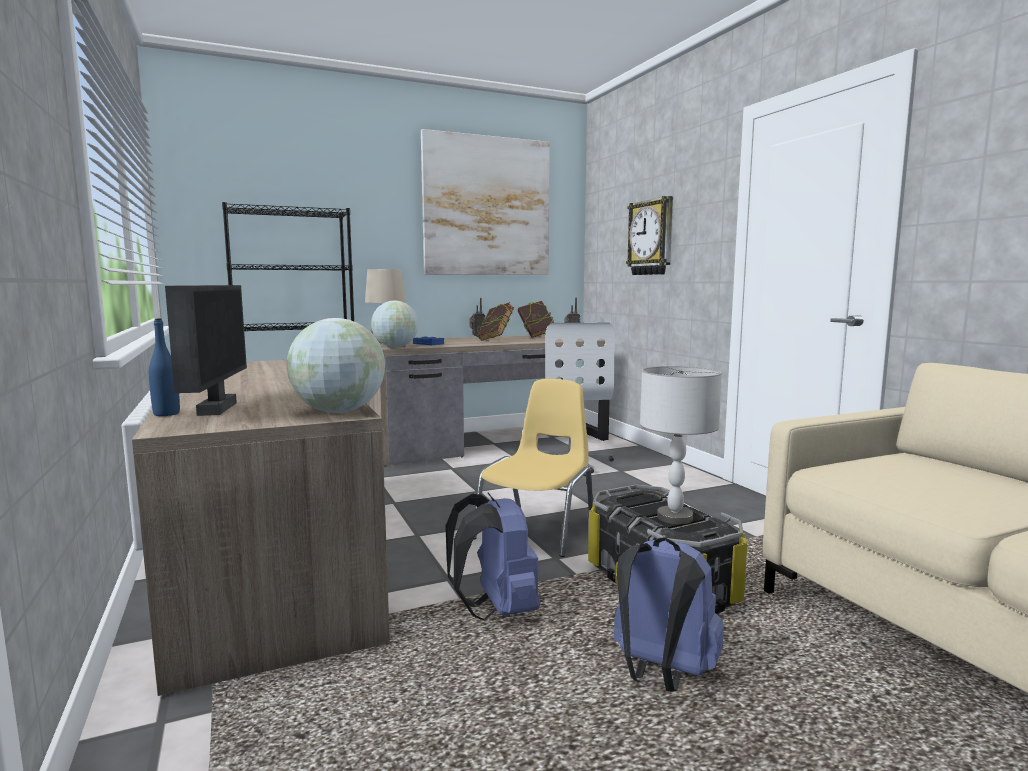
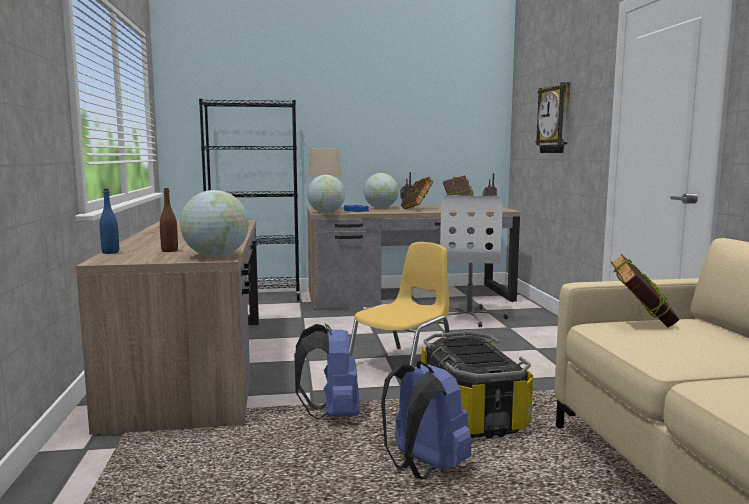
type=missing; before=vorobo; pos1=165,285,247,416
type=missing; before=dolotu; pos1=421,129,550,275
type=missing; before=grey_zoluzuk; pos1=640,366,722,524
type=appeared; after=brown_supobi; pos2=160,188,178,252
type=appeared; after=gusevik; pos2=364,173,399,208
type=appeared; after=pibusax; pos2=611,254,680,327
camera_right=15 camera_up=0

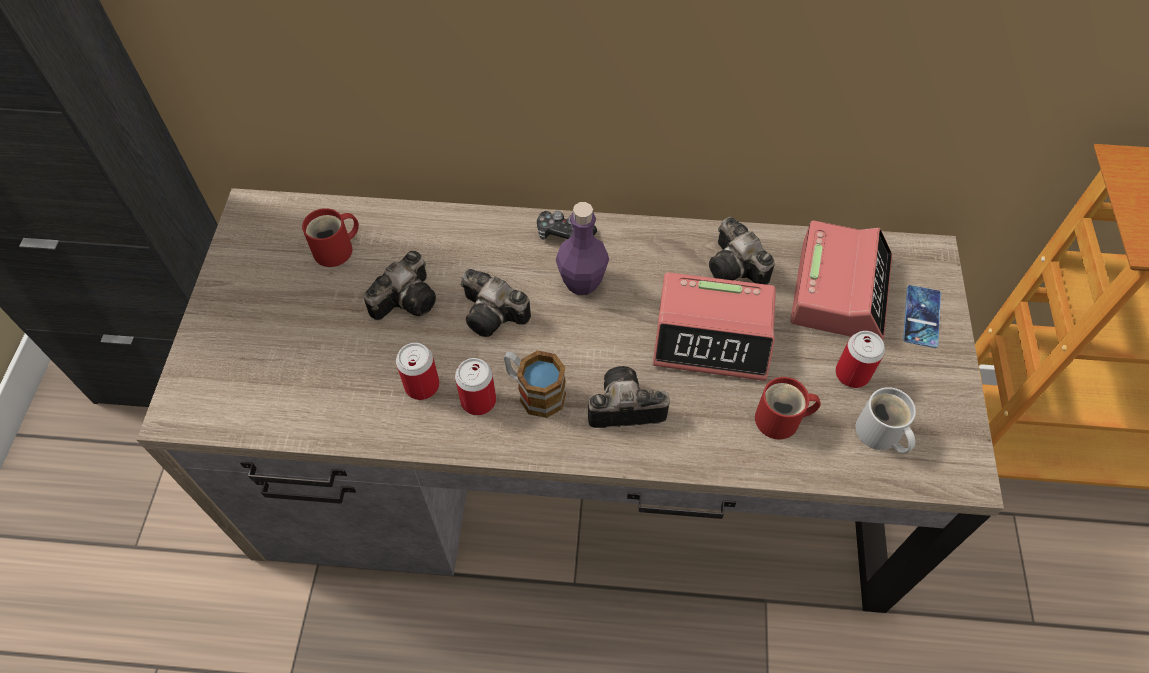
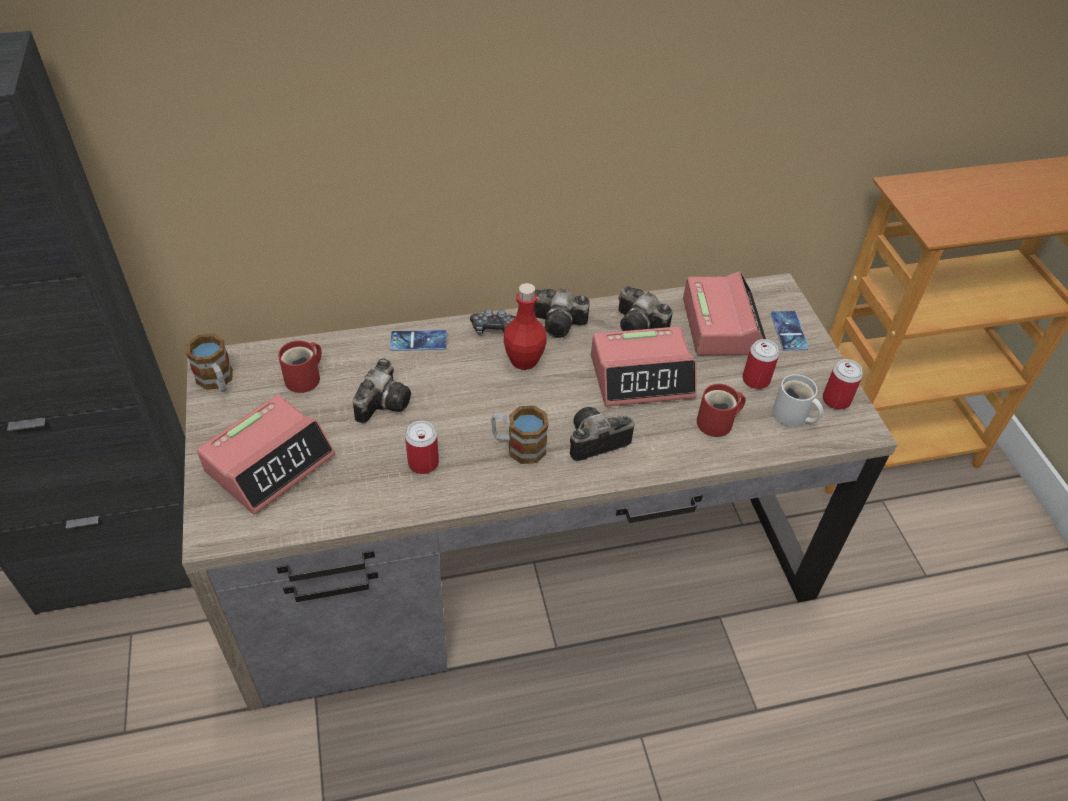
type=appeared; after=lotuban; pos2=186,333,233,392
type=appeared; after=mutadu; pos2=197,395,335,515
type=appeared; after=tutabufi; pos2=390,330,447,351
type=relocated; before=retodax; pos1=455,358,496,415; pos2=822,359,863,410
type=relocated; before=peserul; pos1=461,269,531,337; pos2=534,288,590,338
type=colour; before=purple_supobi; after=red_supobi; pos1=556,202,609,295; pos2=504,283,547,370
camera_right=-20 camera_up=-10

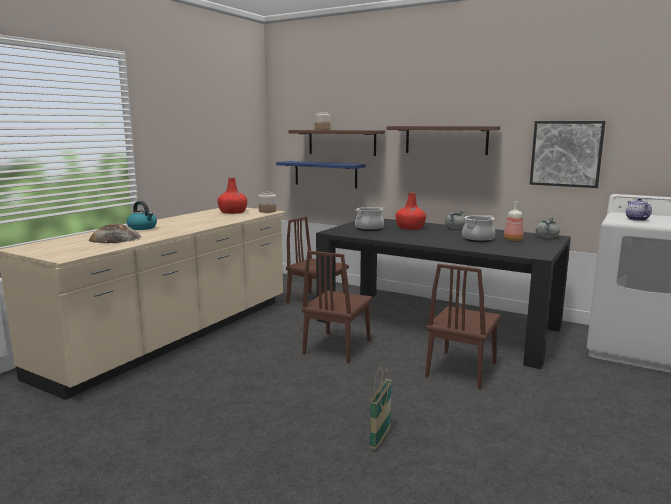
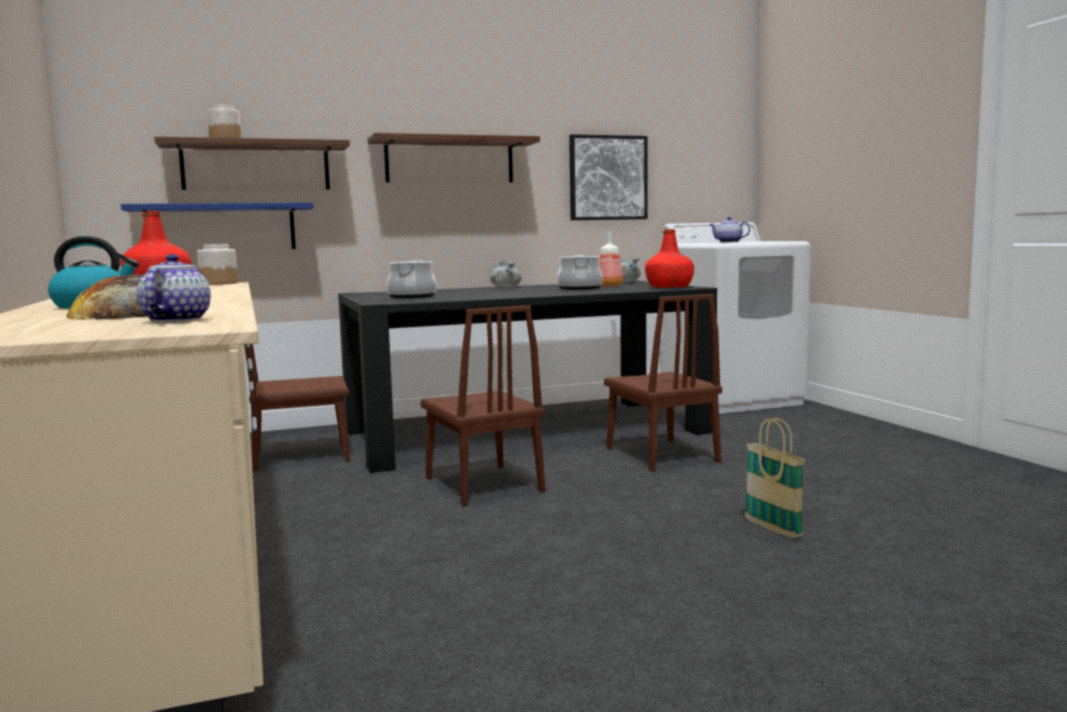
type=appeared; after=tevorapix; pos2=137,254,211,322
type=relocated; before=red_supobi; pos1=396,193,426,230; pos2=645,229,694,288
camera_right=-50 camera_up=-5

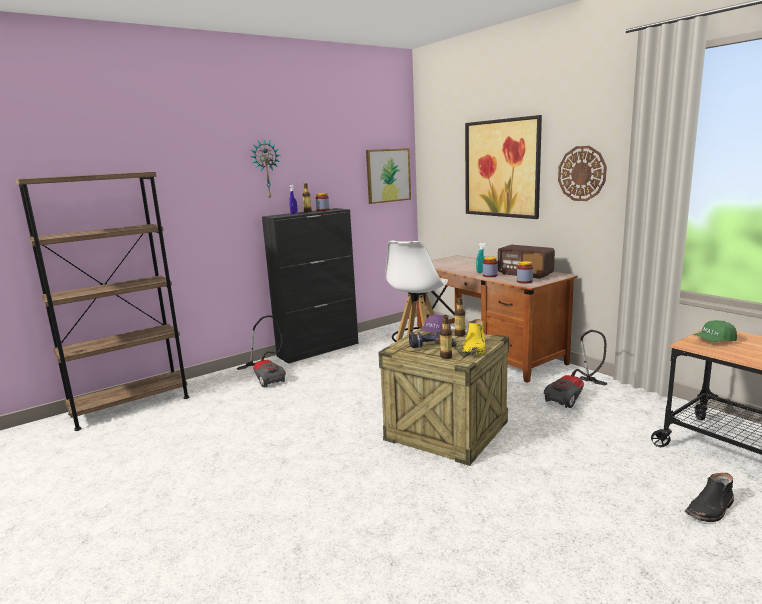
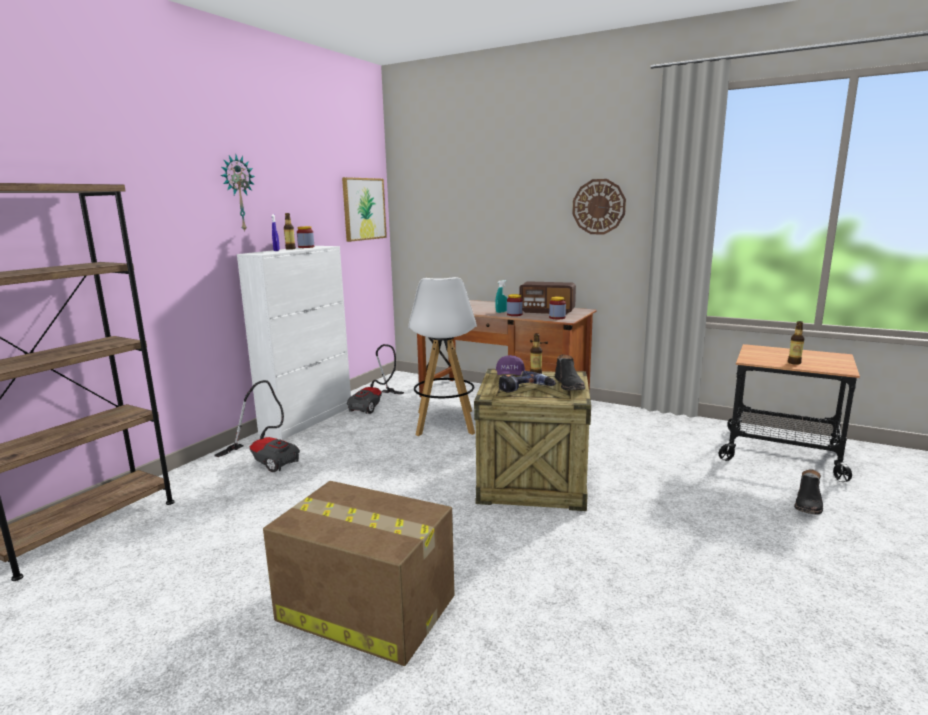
type=missing; before=dolotu; pos1=465,115,542,219
type=missing; before=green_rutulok; pos1=693,320,737,342
type=appeared; after=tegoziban; pos2=263,481,454,666
type=relocated; before=supobi; pos1=440,315,452,359; pos2=788,321,805,365
type=relocated; before=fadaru; pos1=544,330,607,408; pos2=347,344,404,414
type=colour; before=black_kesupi; after=white_kesupi; pos1=262,208,359,364; pos2=237,246,351,440
type=colour; before=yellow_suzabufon; after=black_suzabufon; pos1=462,319,486,354; pos2=555,354,585,390
camera_right=-25 camera_up=0

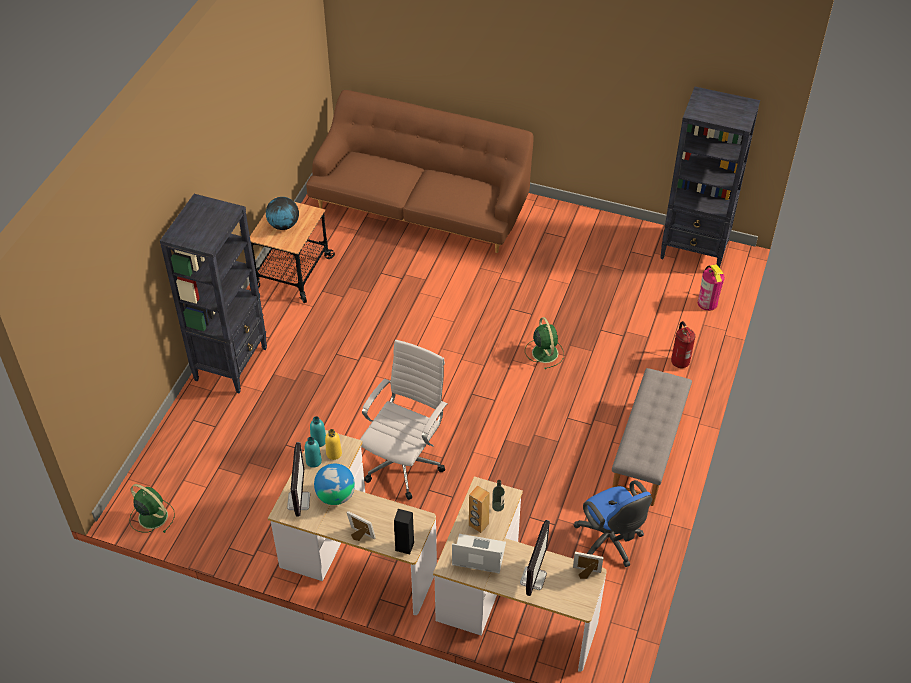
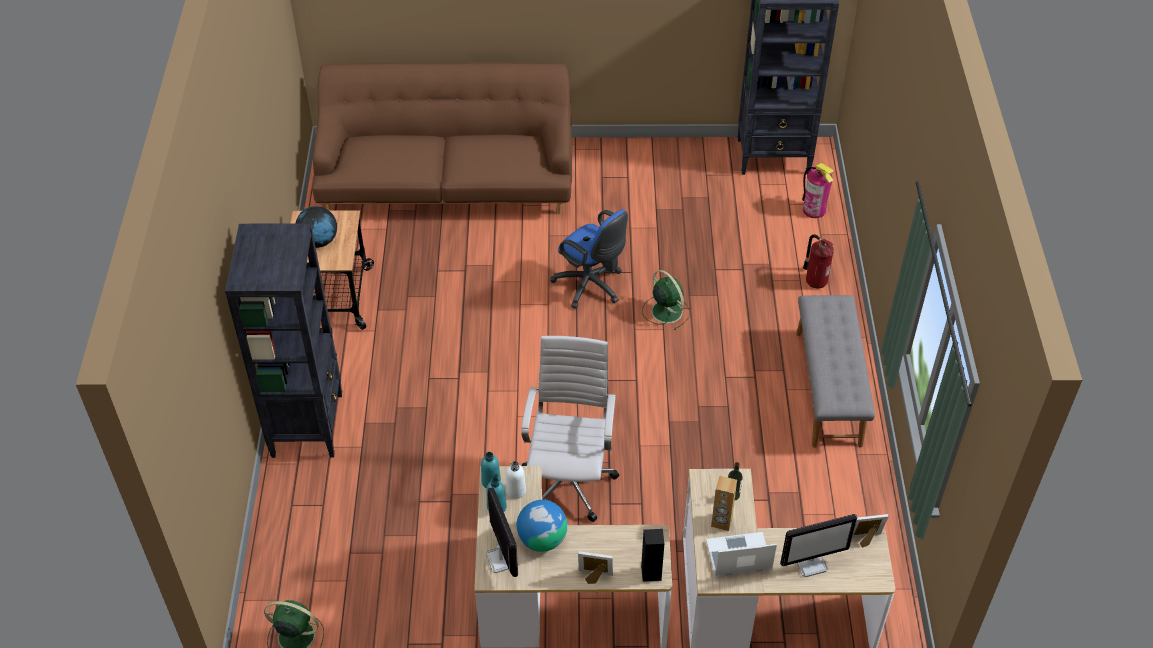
type=relocated; before=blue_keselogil; pos1=573,480,653,567; pos2=550,209,628,309
type=colour; before=yellow_supobi; after=white_supobi; pos1=325,429,342,460; pos2=506,461,526,499
type=spun; before=vorobo; pos1=520,520,550,596; pos2=780,514,857,577; turn=75
camera_right=-20 camera_up=0

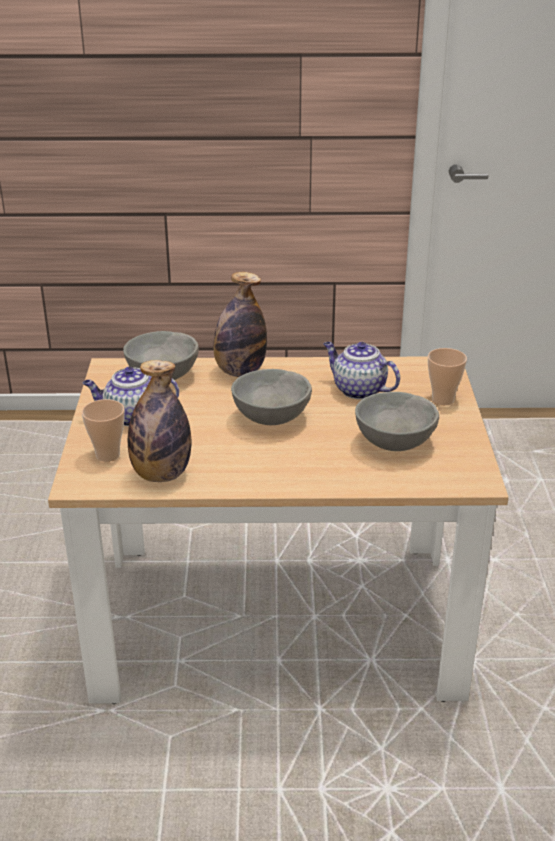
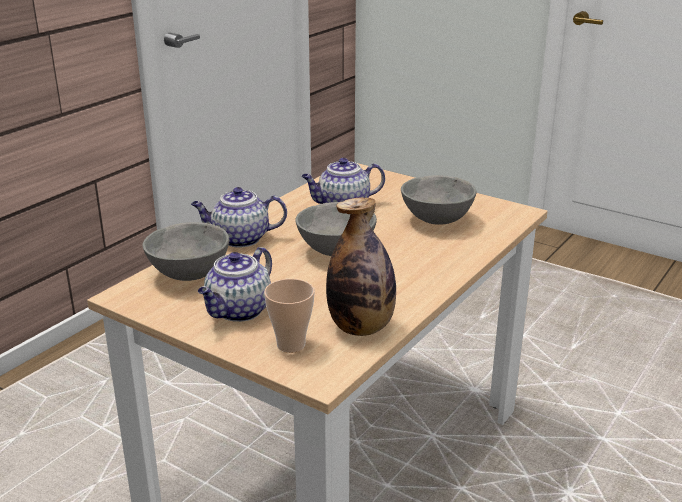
type=missing; before=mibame; pos1=428,348,467,405
type=exchanged; before=supobi; after=tevorapix; pos1=213,272,267,377; pos2=191,187,287,248
camera_right=-55 camera_up=-5

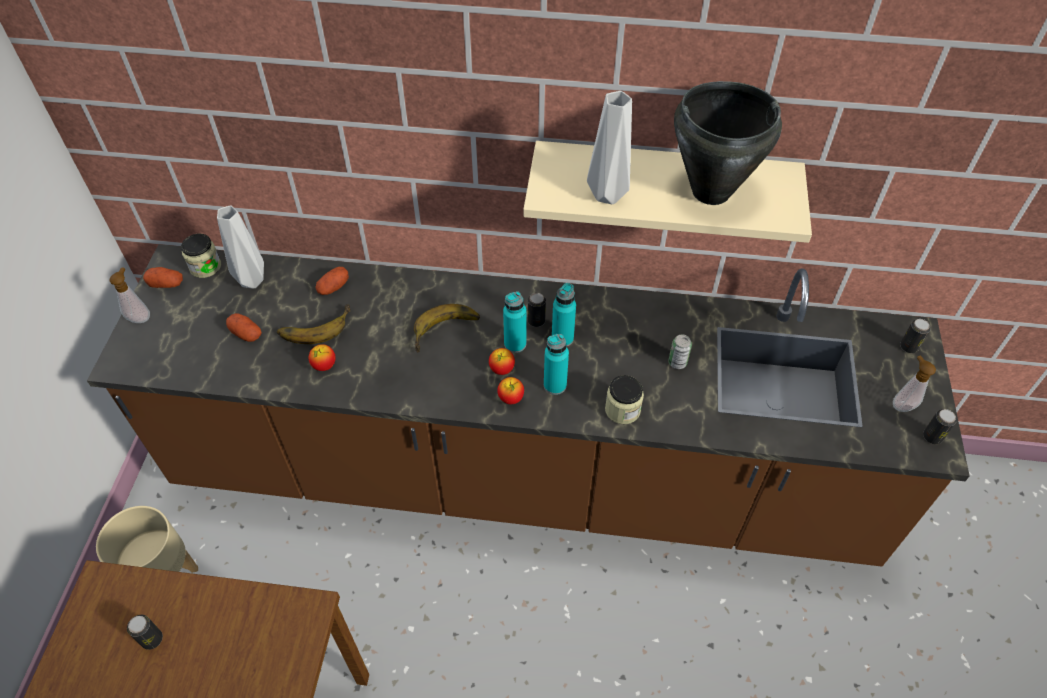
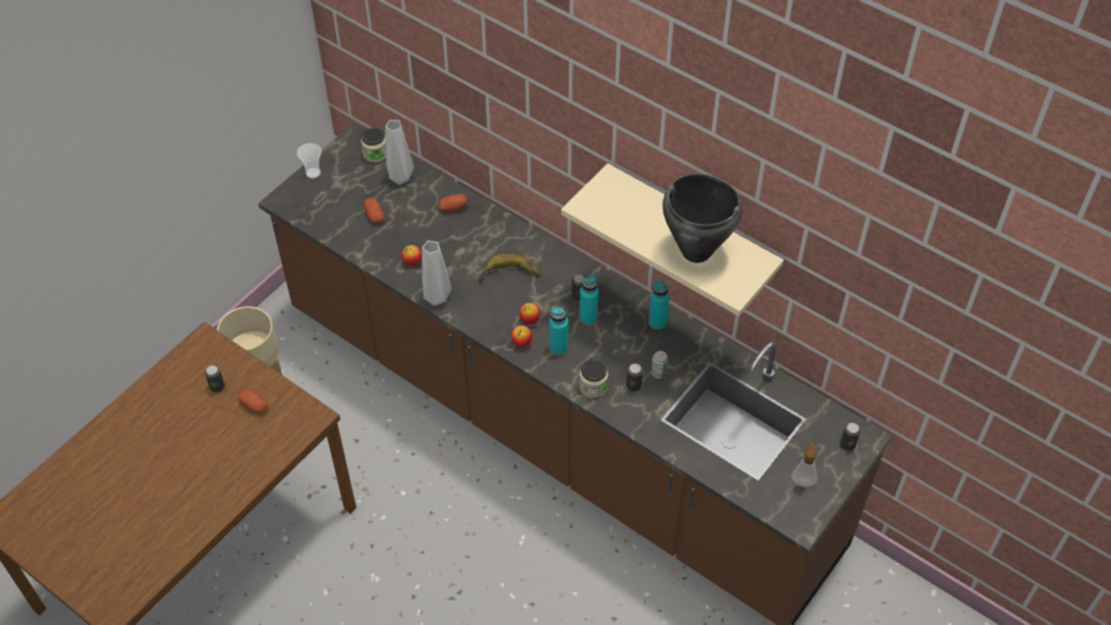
type=missing; before=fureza; pos1=277,304,350,344
type=relocated; before=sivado; pos1=143,267,183,288; pos2=238,389,268,413
type=relocated; before=turquoise_supobi; pos1=503,291,527,353; pos2=649,281,670,329
type=relocated; before=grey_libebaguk; pos1=587,91,632,204; pos2=422,241,451,306
type=relocated; before=retodax; pos1=923,409,957,444; pos2=626,363,643,392
type=exchanged; before=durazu; after=mibame; pos1=109,267,150,323; pos2=297,143,321,178
camera_right=30 camera_up=0

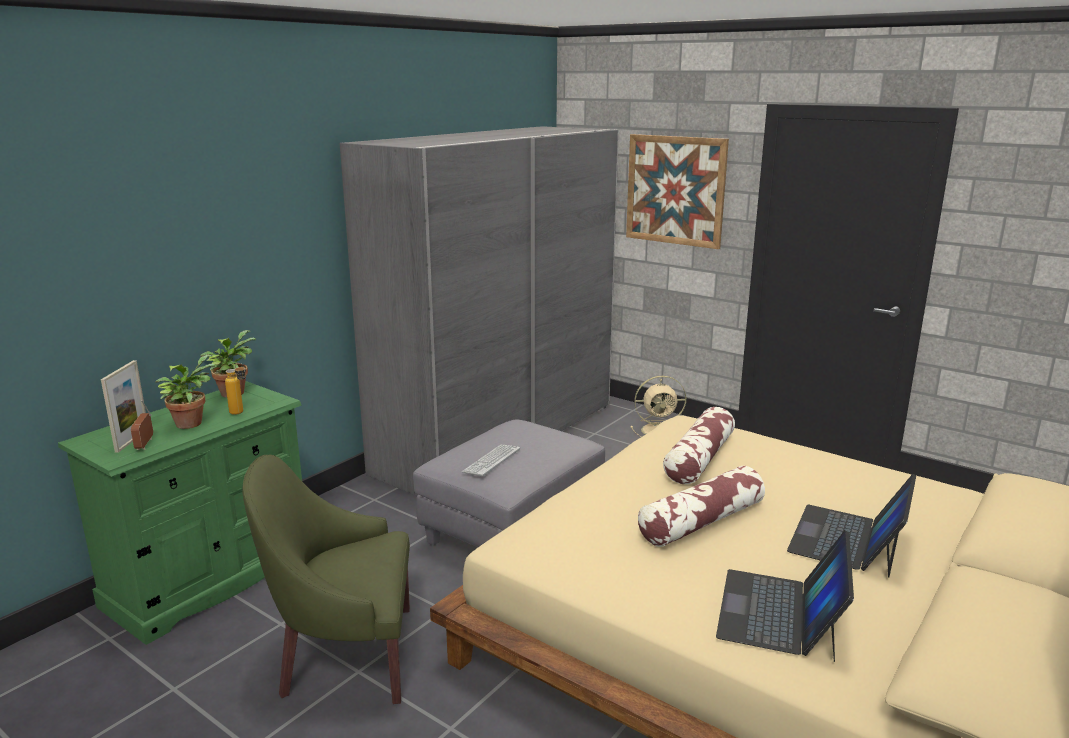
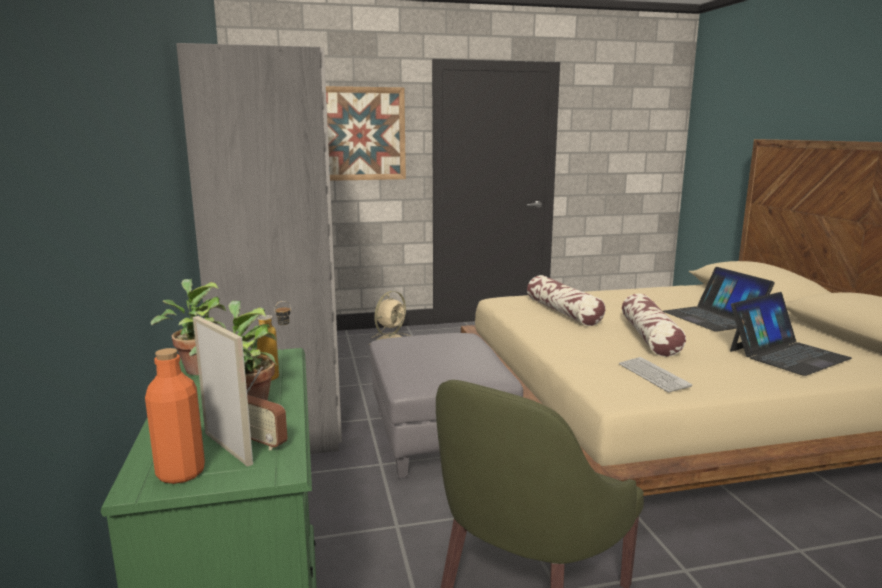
type=appeared; after=orange_supobi; pos2=145,348,205,484
type=relocated; before=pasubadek; pos1=462,444,520,477; pos2=619,357,692,392
type=spun; before=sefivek; pos1=716,530,854,662; pos2=730,292,852,376; turn=-90
camera_right=-50 camera_up=-5

